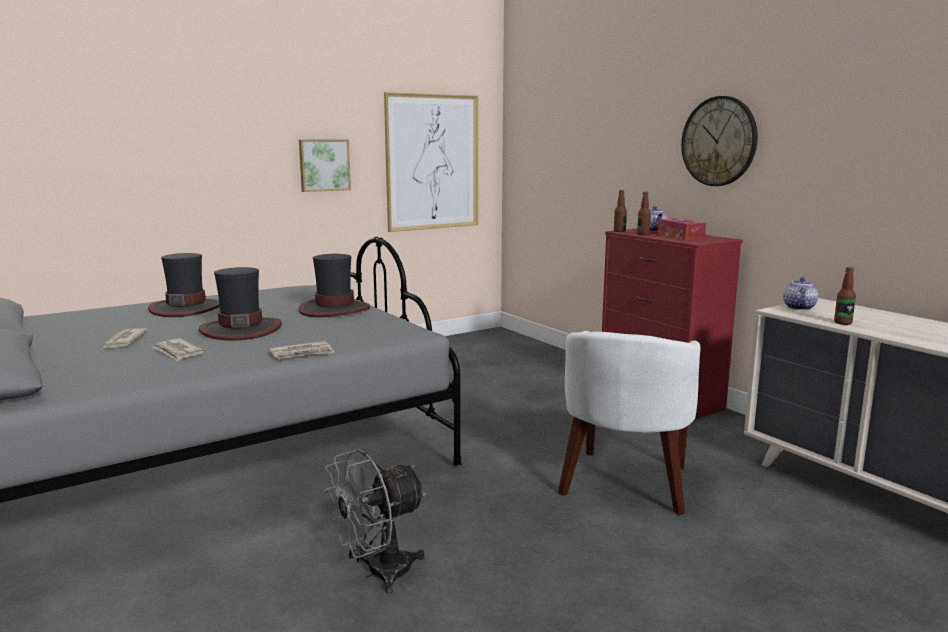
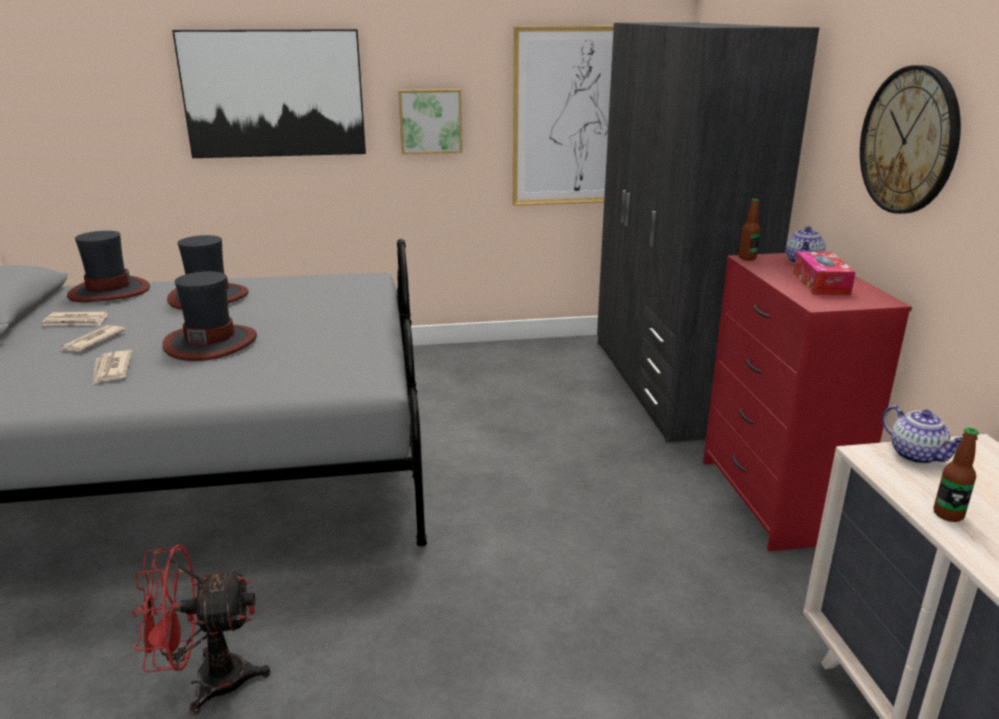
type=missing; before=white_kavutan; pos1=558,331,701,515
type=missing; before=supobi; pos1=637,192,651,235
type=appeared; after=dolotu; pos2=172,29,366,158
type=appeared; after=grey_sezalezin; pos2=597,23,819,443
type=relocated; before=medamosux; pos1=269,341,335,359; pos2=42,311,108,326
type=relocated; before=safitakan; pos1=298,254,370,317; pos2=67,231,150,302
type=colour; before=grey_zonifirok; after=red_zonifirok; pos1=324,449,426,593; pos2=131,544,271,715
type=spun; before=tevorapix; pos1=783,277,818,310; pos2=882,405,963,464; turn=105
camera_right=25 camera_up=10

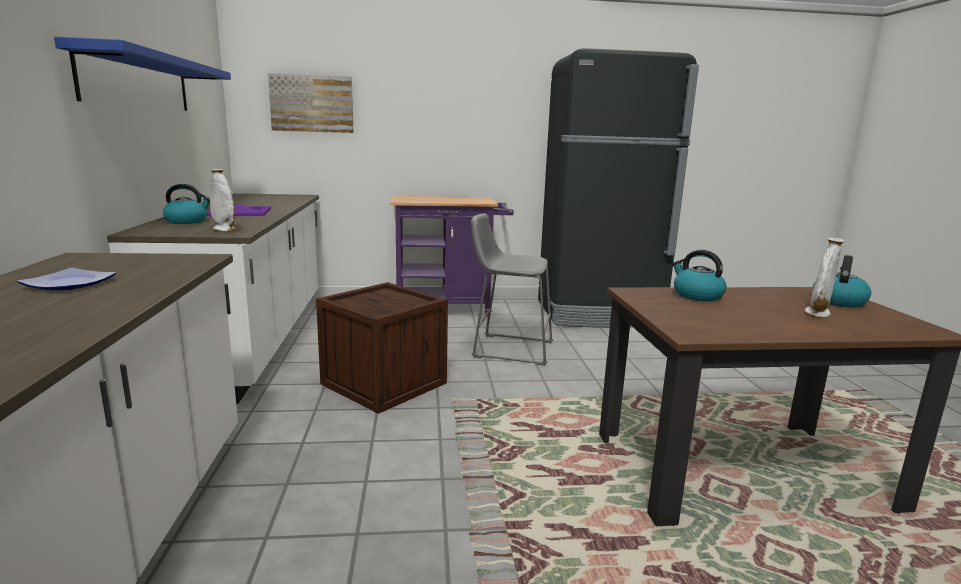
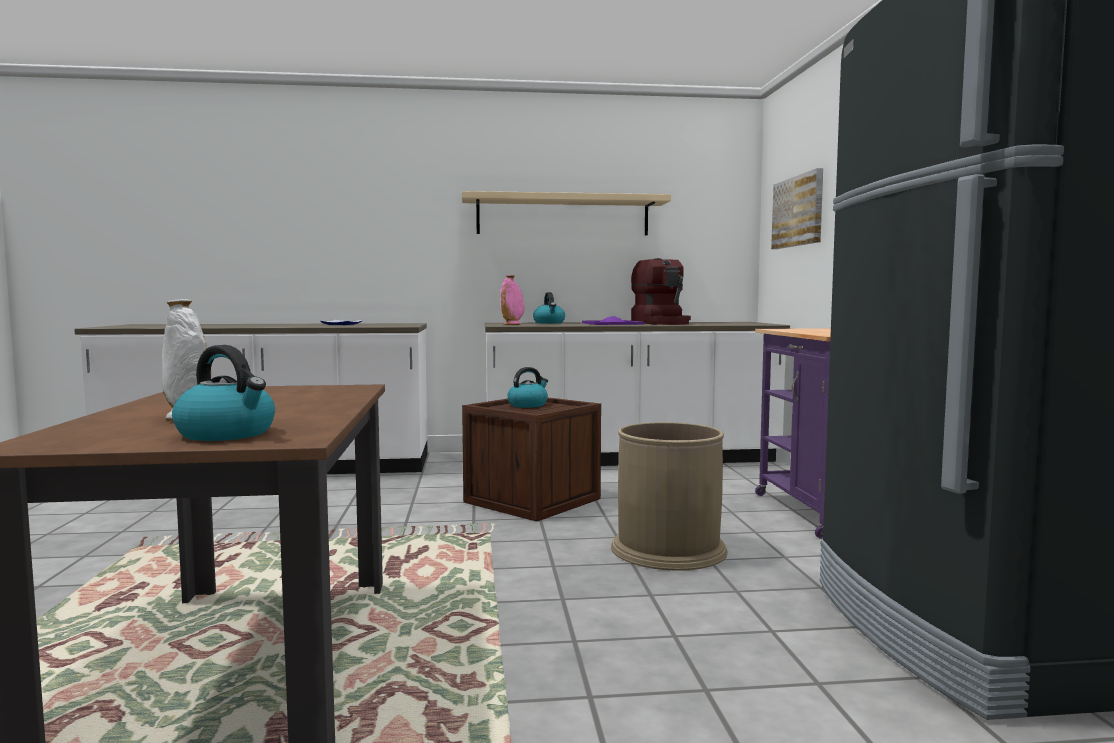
type=appeared; after=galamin; pos2=631,258,691,325
type=relocated; before=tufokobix; pos1=672,250,726,302; pos2=507,367,548,408
type=exchanged; before=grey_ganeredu; after=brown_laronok; pos1=471,213,553,366; pos2=611,422,728,571
type=colour; before=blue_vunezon; after=beige_vunezon; pos1=54,37,231,111; pos2=462,191,671,235
type=colour; before=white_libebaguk; after=pink_libebaguk; pos1=210,169,235,232; pos2=500,275,525,325
camera_right=90 camera_up=-10

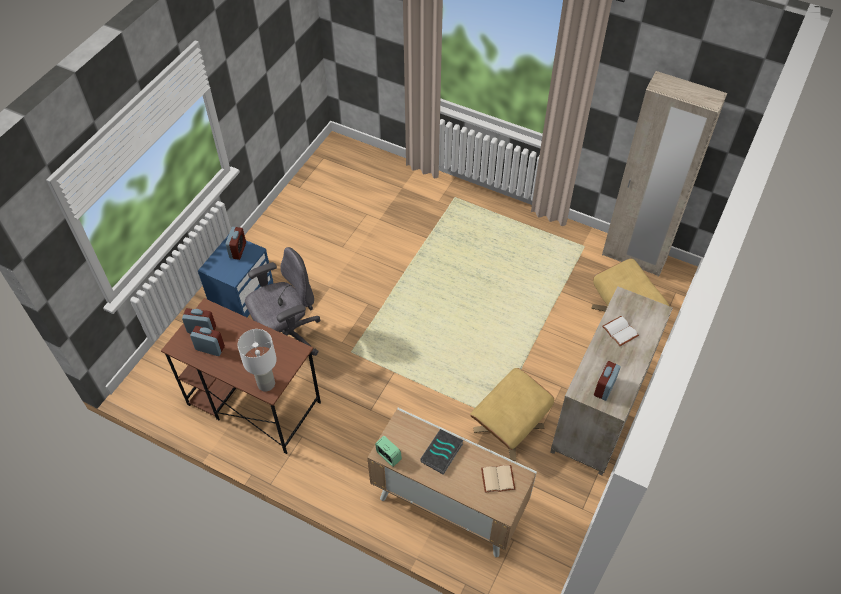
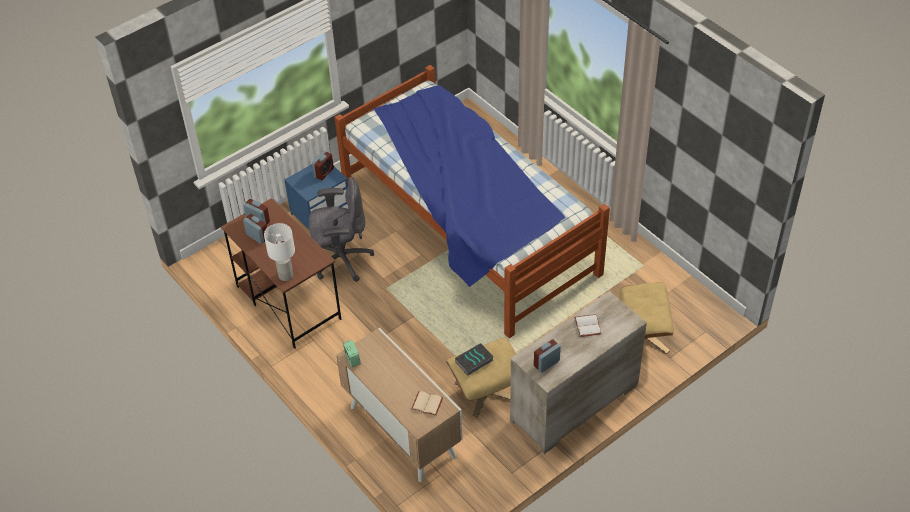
type=missing; before=beige_sezalezin; pos1=602,71,727,277
type=appeared; after=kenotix; pos2=334,65,610,338
type=relocated; before=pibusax; pos1=420,429,463,475; pos2=455,343,494,376
camera_right=25 camera_up=-5

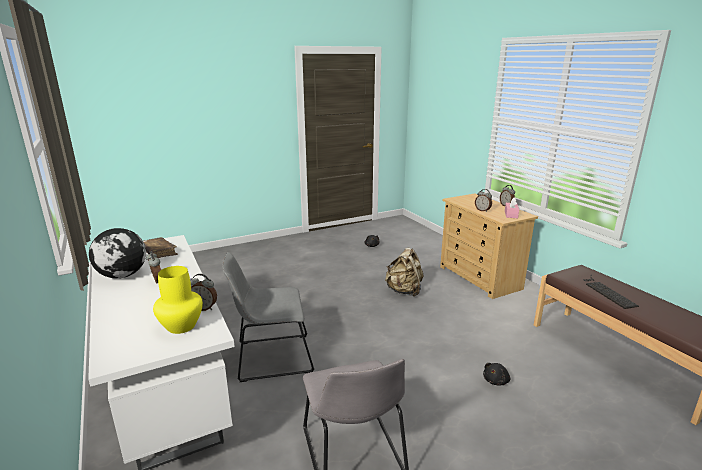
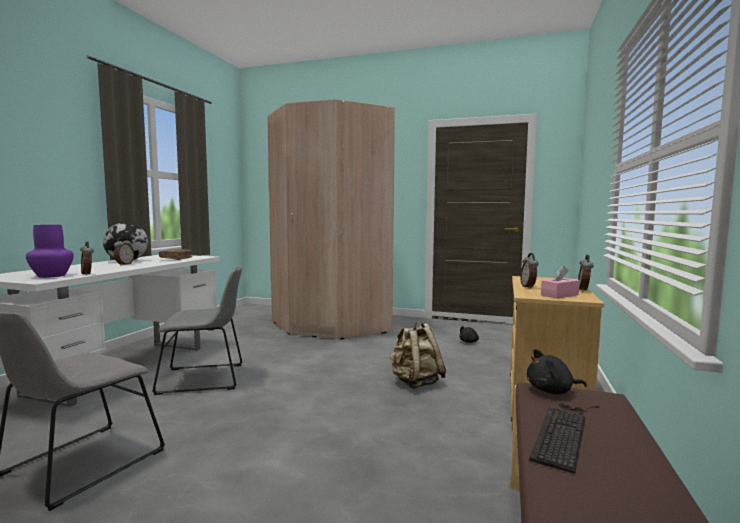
type=appeared; after=beige_sezalezin; pos2=267,99,395,340
type=relocated; before=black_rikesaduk; pos1=483,363,510,385; pos2=527,349,587,394
type=colour; before=yellow_libebaguk; after=purple_libebaguk; pos1=153,266,203,334; pos2=26,225,74,278
type=spun; before=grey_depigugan; pos1=222,252,315,382; pos2=152,265,242,395; turn=135
camera_right=45 camera_up=-15

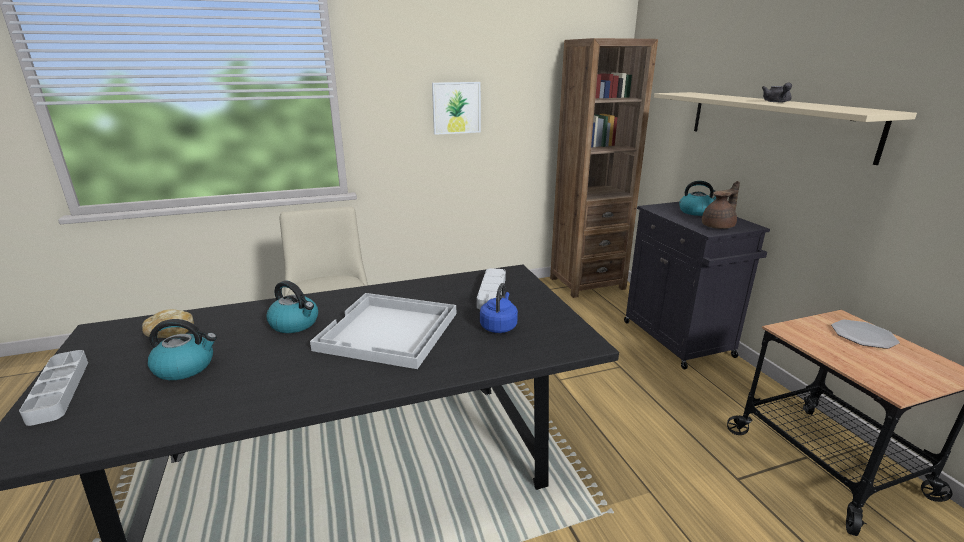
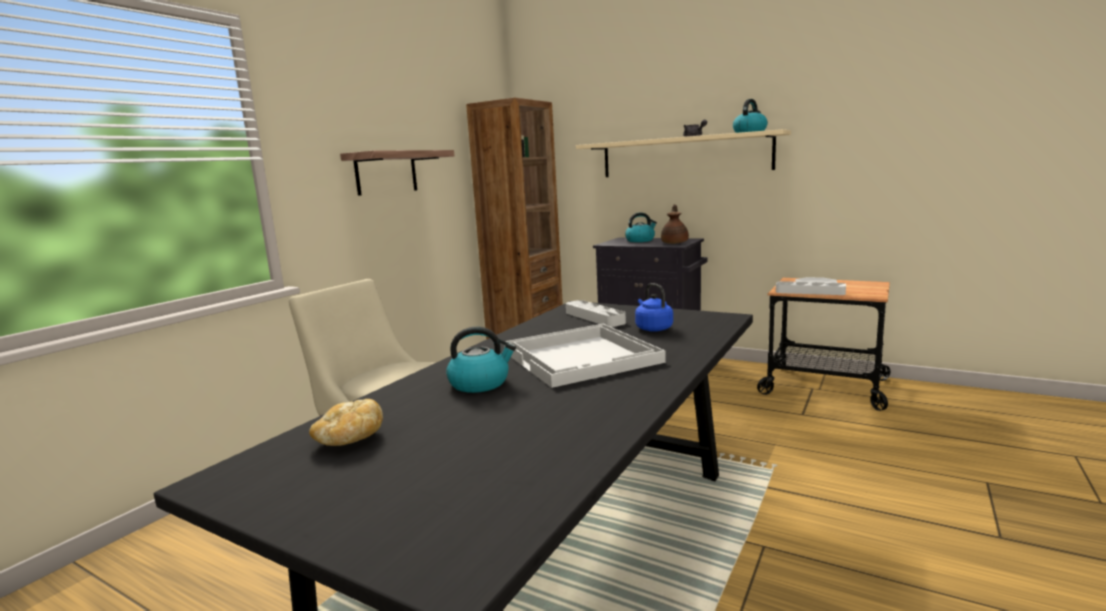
type=relocated; before=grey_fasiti; pos1=19,350,88,426; pos2=776,281,846,295
type=relocated; before=tufokobix; pos1=148,319,217,380; pos2=733,99,768,133
type=exchanged; before=dolotu; after=vunezon; pos1=432,82,481,135; pos2=340,150,454,196
camera_right=-40 camera_up=-10

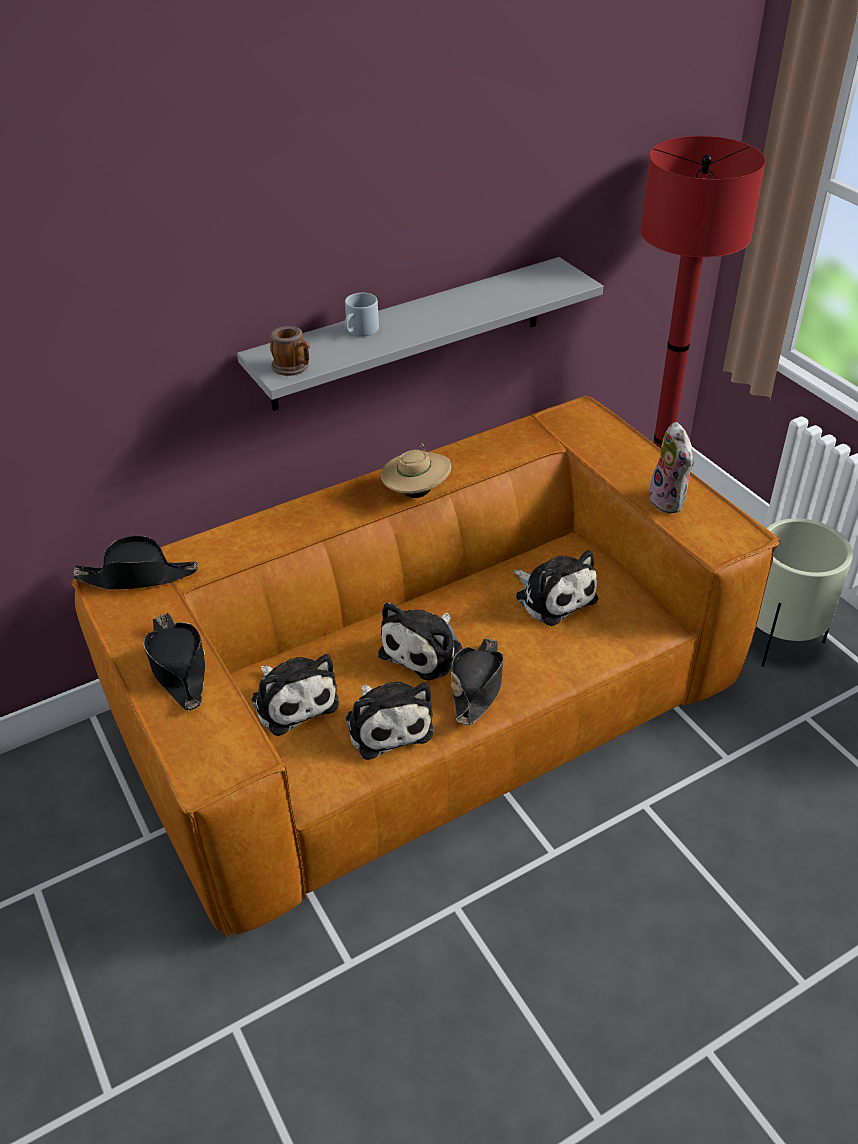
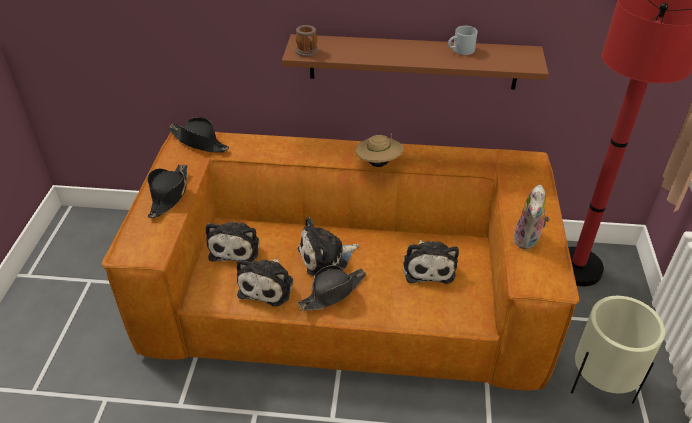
type=relocated; before=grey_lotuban; pos1=345,293,379,337; pos2=448,26,477,55
type=colour; before=grey_vunezon; after=brown_vunezon; pos1=237,257,603,411; pos2=282,34,549,90
camera_right=35 camera_up=0

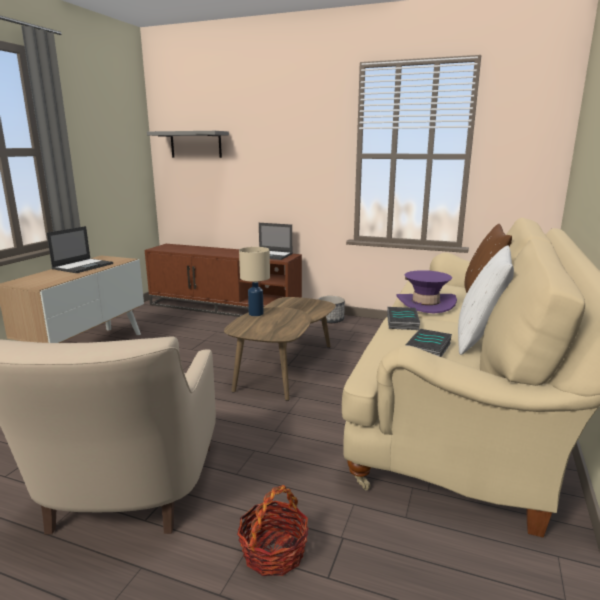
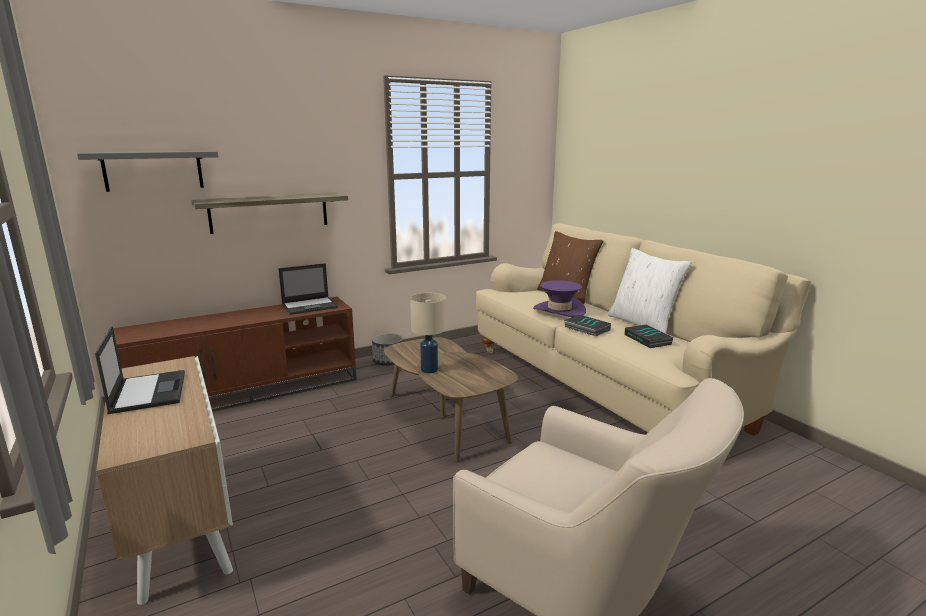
type=missing; before=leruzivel; pos1=237,485,309,576
type=appeared; after=vunezon; pos2=191,192,348,234
camera_right=-50 camera_up=0

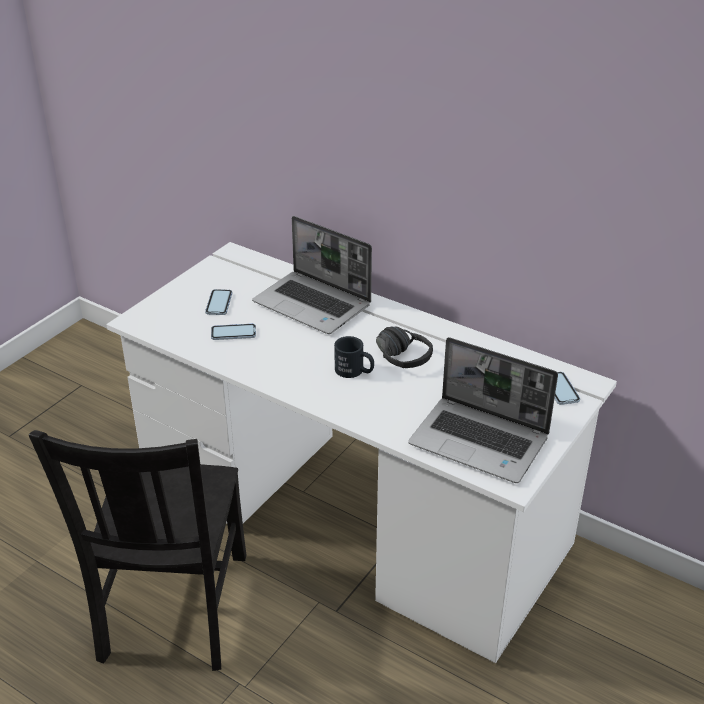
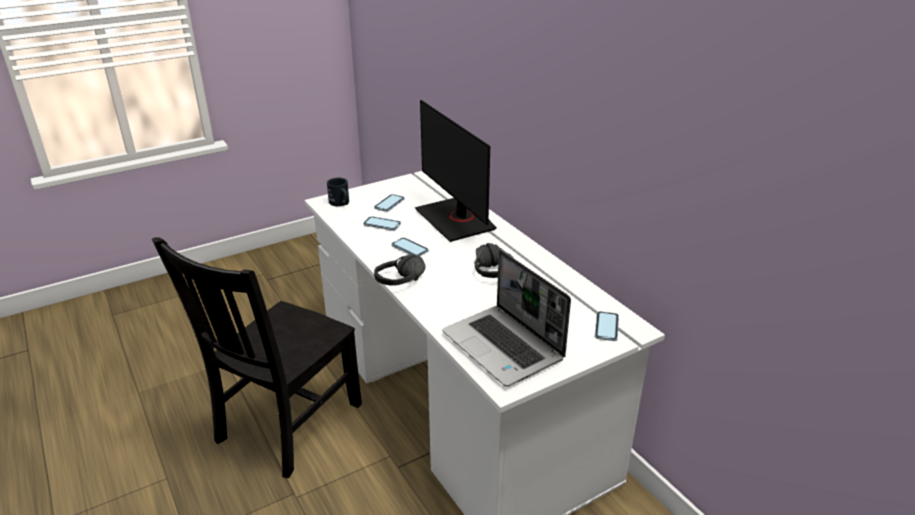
type=appeared; after=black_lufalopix; pos2=374,254,426,286
type=appeared; after=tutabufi; pos2=391,238,429,257
type=relocated; before=black_lotuban; pos1=334,336,374,378; pos2=327,178,349,206
type=exchanged; before=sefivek; after=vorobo; pos1=252,216,372,334; pos2=414,100,497,242
camera_right=25 camera_up=-5

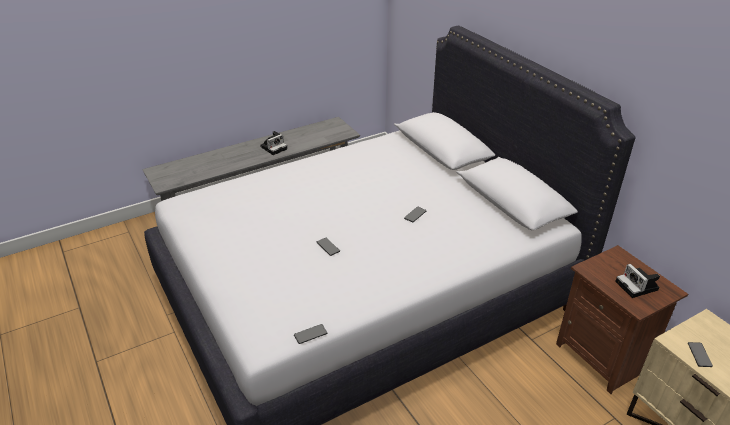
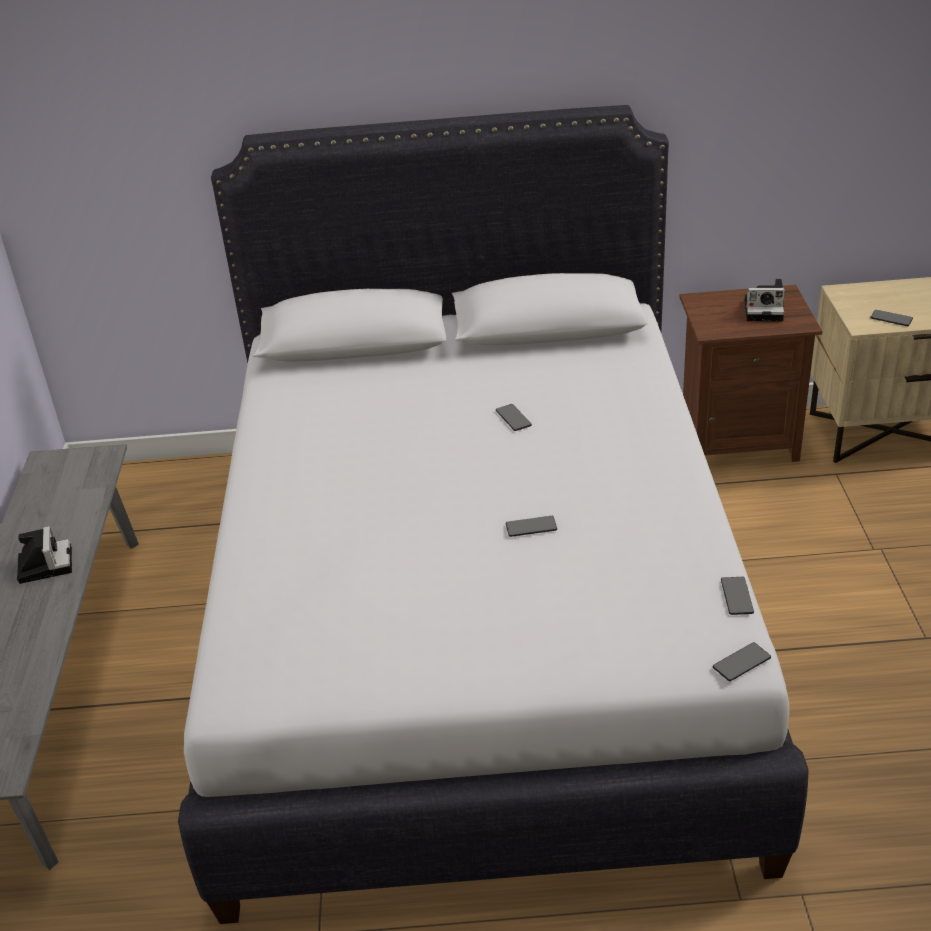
type=appeared; after=tutabufi; pos2=713,642,771,681
camera_right=-60 camera_up=0

